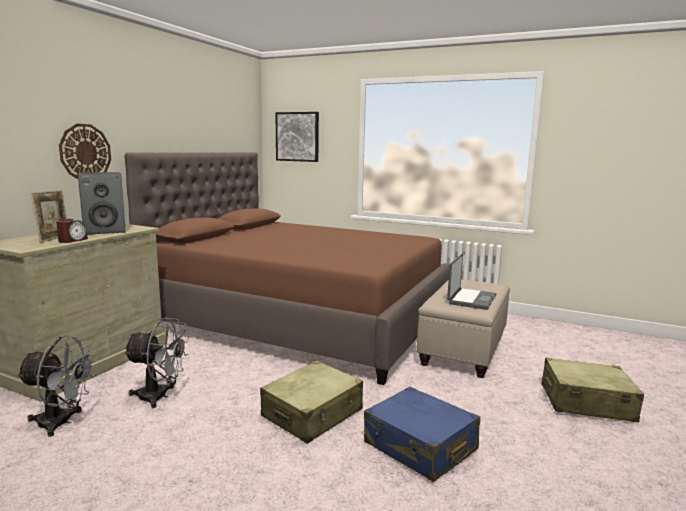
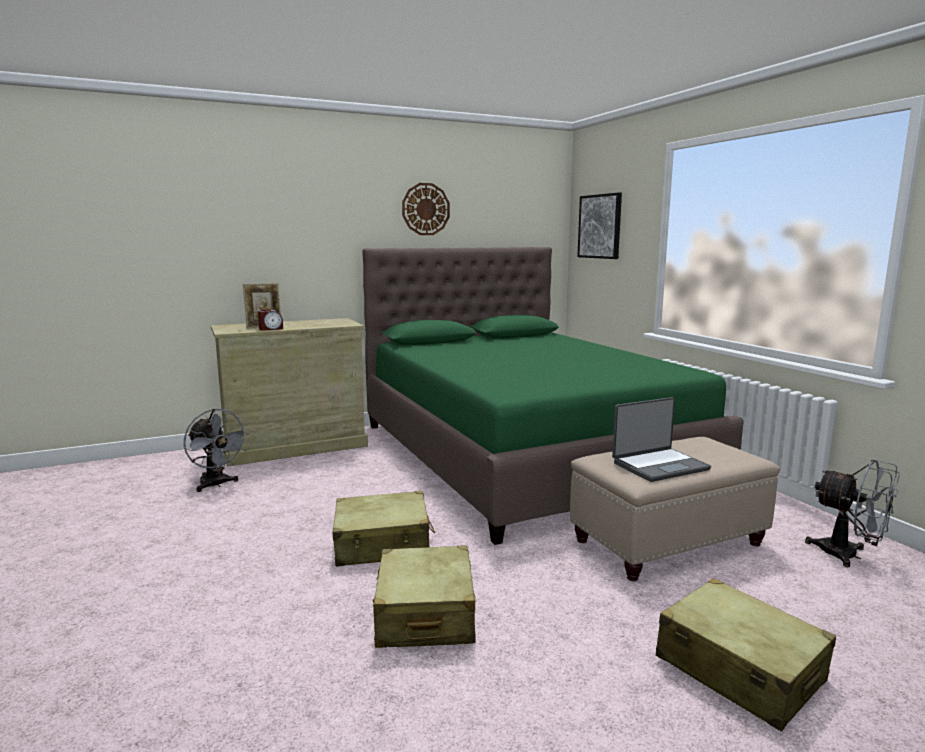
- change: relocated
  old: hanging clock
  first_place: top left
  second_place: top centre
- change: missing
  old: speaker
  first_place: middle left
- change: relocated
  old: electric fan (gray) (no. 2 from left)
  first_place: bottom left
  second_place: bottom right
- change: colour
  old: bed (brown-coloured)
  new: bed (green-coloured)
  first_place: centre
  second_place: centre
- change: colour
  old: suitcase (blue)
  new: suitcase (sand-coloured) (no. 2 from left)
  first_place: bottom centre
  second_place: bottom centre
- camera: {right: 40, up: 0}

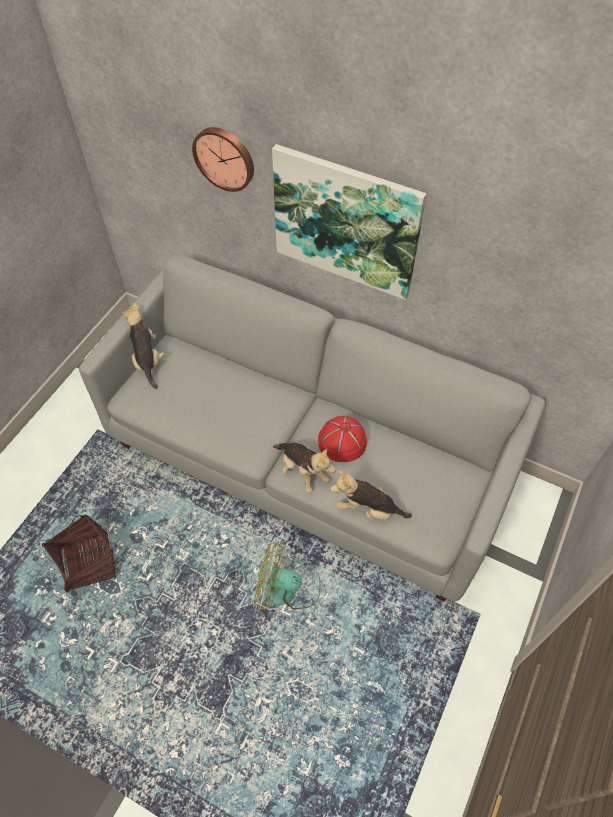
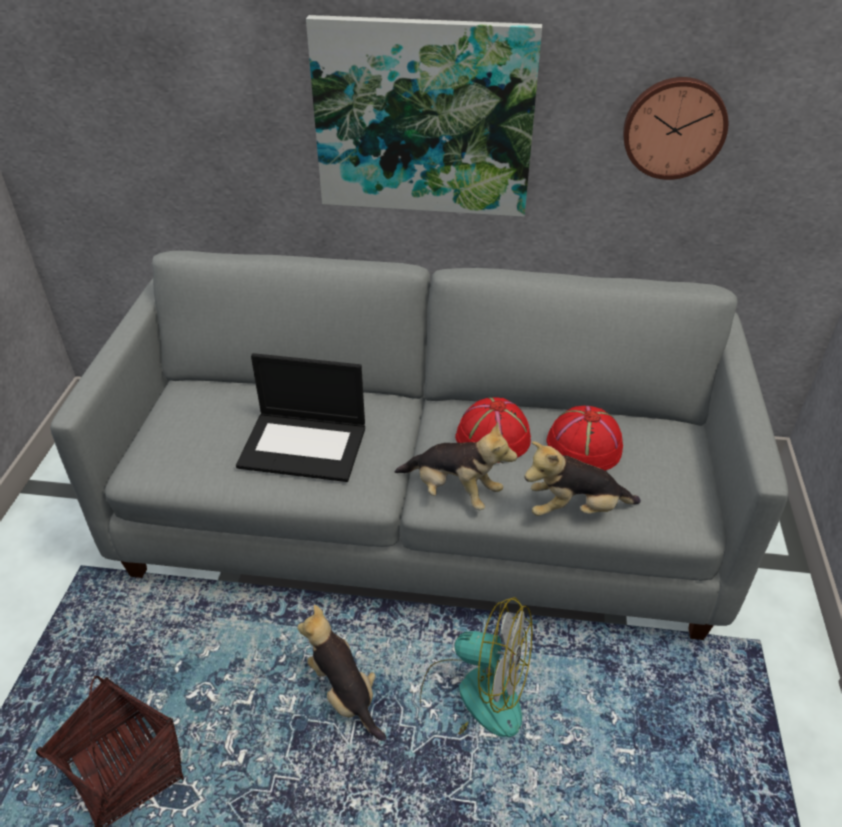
- change: relocated
  old: plush toy (no. 1 from left)
  first_place: middle left
  second_place: bottom centre
- change: relocated
  old: hanging clock
  first_place: top centre
  second_place: top right
- change: spun
  old: electric fan
  first_place: bottom centre
  second_place: bottom centre
  degrees: -150
- change: appeared
  new: portable computer
  second_place: centre
- change: appeared
  new: clothing hat (red-coloured) (no. 2 from left)
  second_place: middle right
- camera: {right: -20, up: -15}

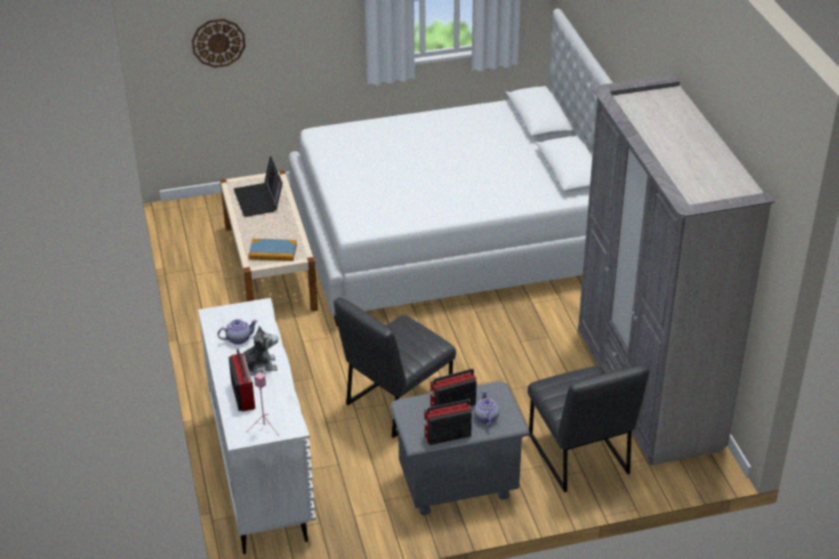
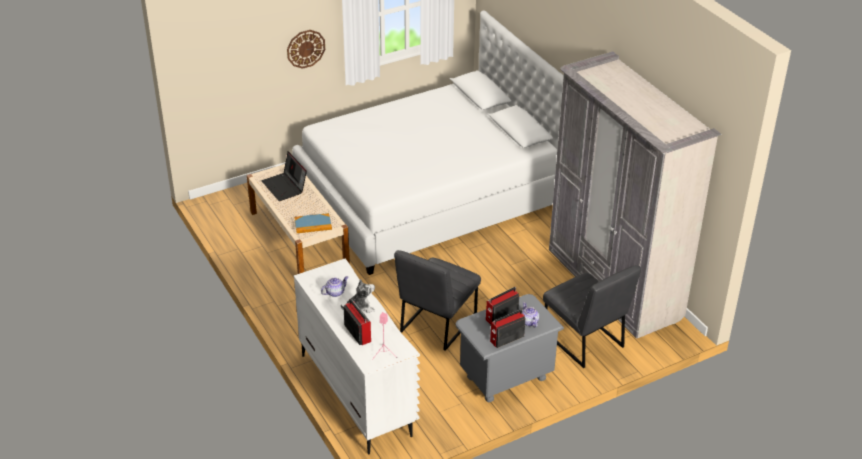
- change: relocated
  old: hanging clock
  first_place: top left
  second_place: top centre
- camera: {right: -15, up: 0}

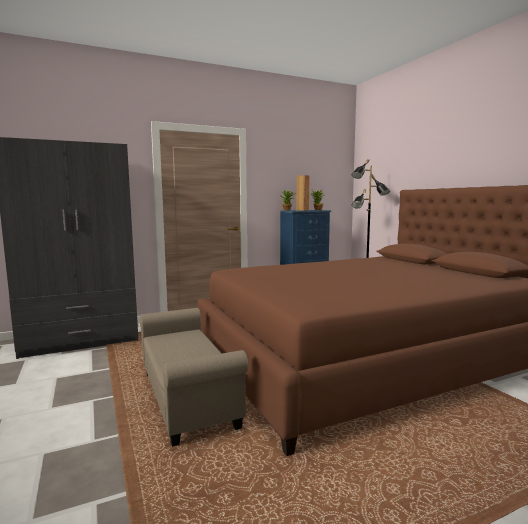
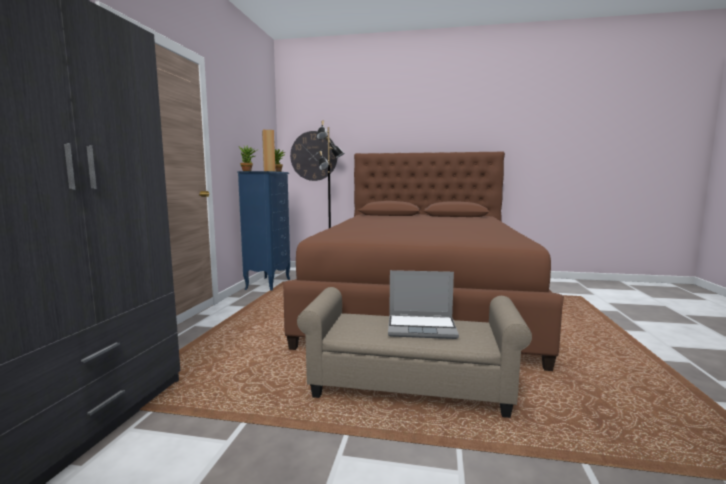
- change: appeared
  new: hanging clock
  second_place: top centre
- change: appeared
  new: portable computer
  second_place: centre
- camera: {right: -55, up: 0}

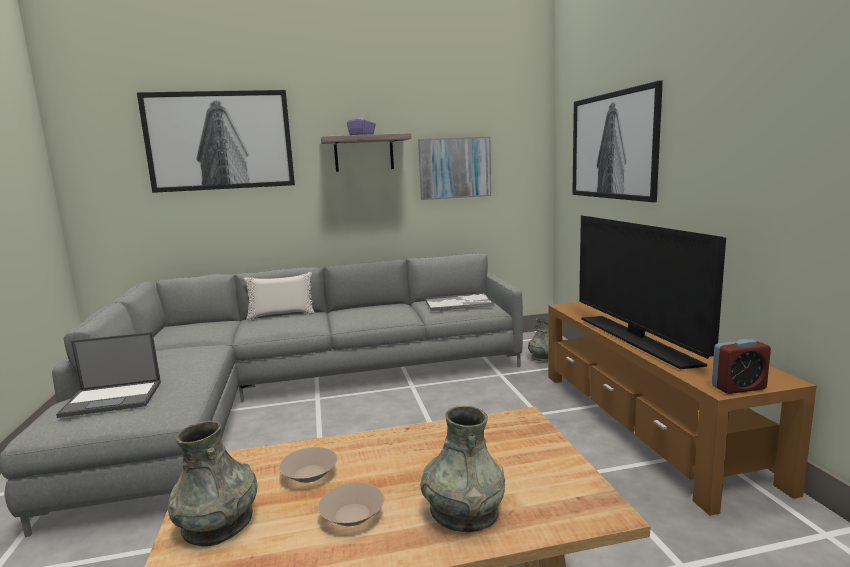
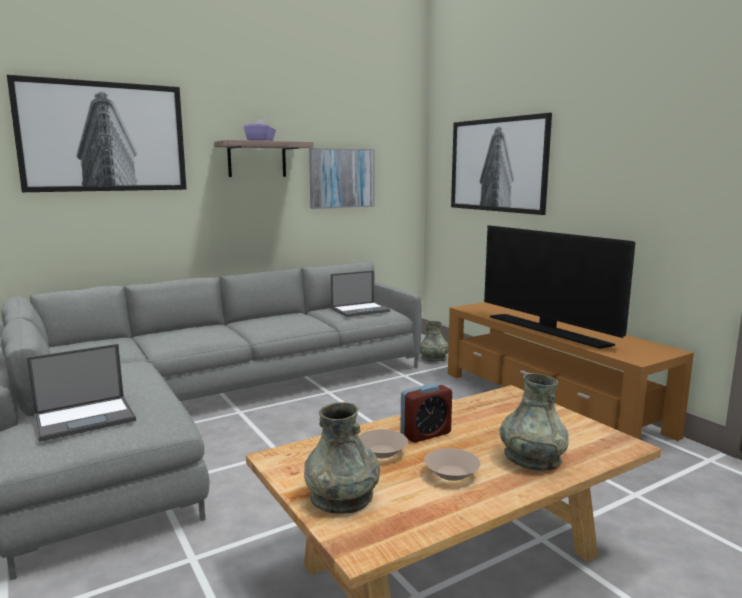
- change: missing
  old: throw pillow (white)
  first_place: middle left
- change: exchanged
  old: serving tray
  new: portable computer (no. 2 from left)
  first_place: centre
  second_place: centre
- change: relocated
  old: table clock
  first_place: middle right
  second_place: bottom centre
- camera: {right: -20, up: 0}

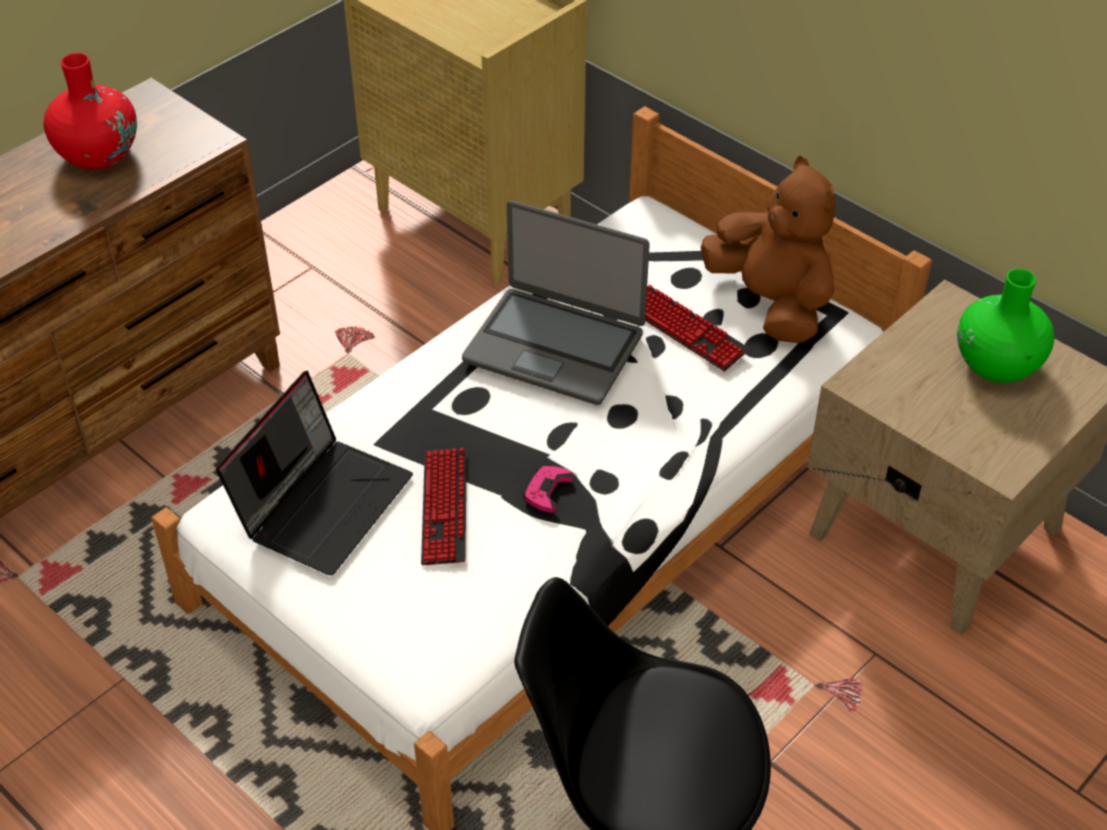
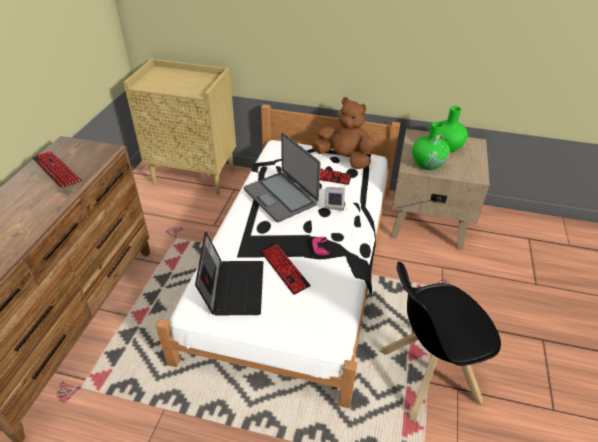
- change: exchanged
  old: vase (red-coloured)
  new: computer keyboard (no. 1 from left)
  first_place: top left
  second_place: middle left
- change: spun
  old: portable computer (no. 2 from left)
  first_place: centre
  second_place: centre
  degrees: 60
- change: appeared
  new: book
  second_place: centre
- change: appeared
  new: vase (green-coloured) (no. 1 from left)
  second_place: top right
- camera: {right: -30, up: -5}

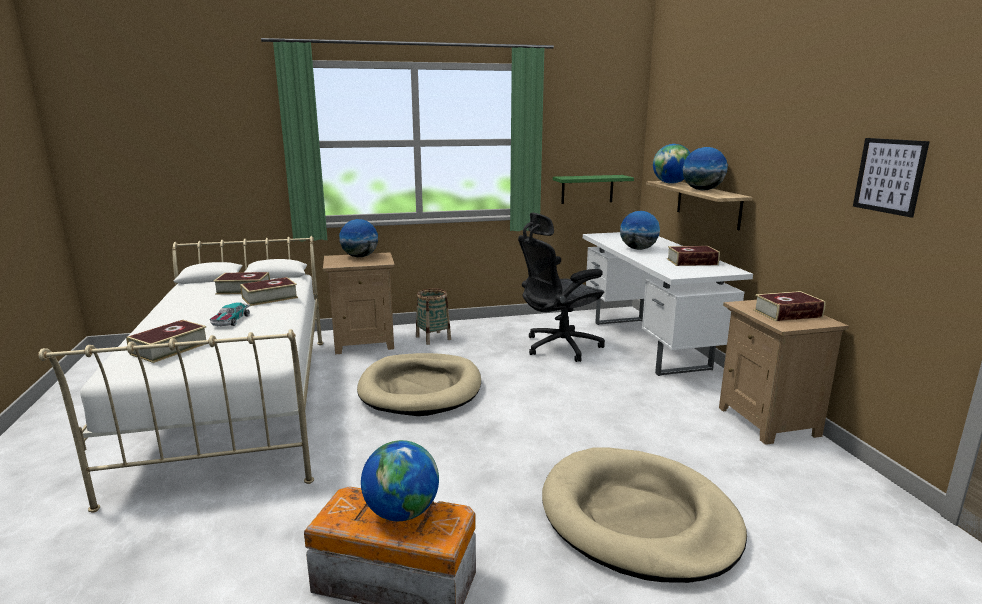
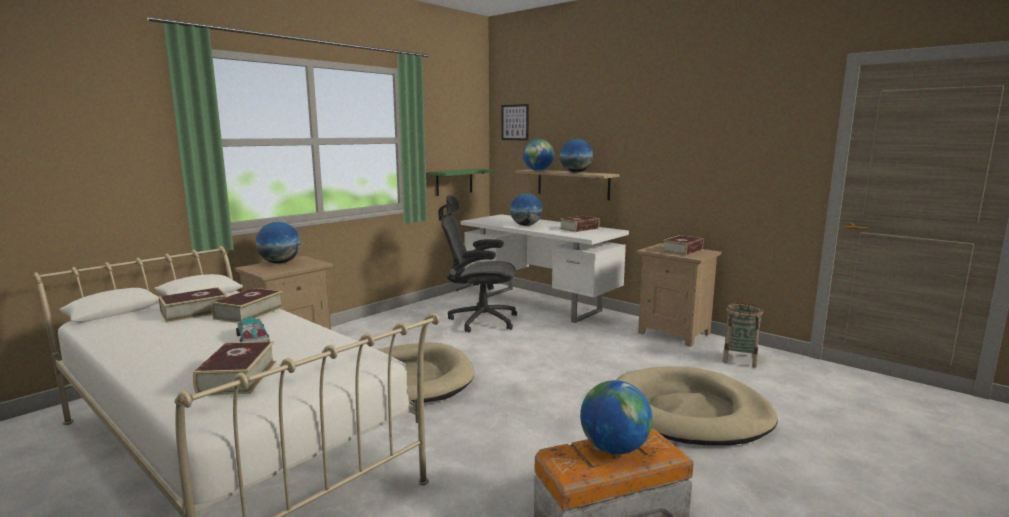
- change: relocated
  old: storage basket
  first_place: centre
  second_place: middle right
- change: spun
  old: desk chair
  first_place: centre
  second_place: centre
  degrees: 75
- change: relocated
  old: wall picture
  first_place: top right
  second_place: top centre
- camera: {right: -35, up: -5}

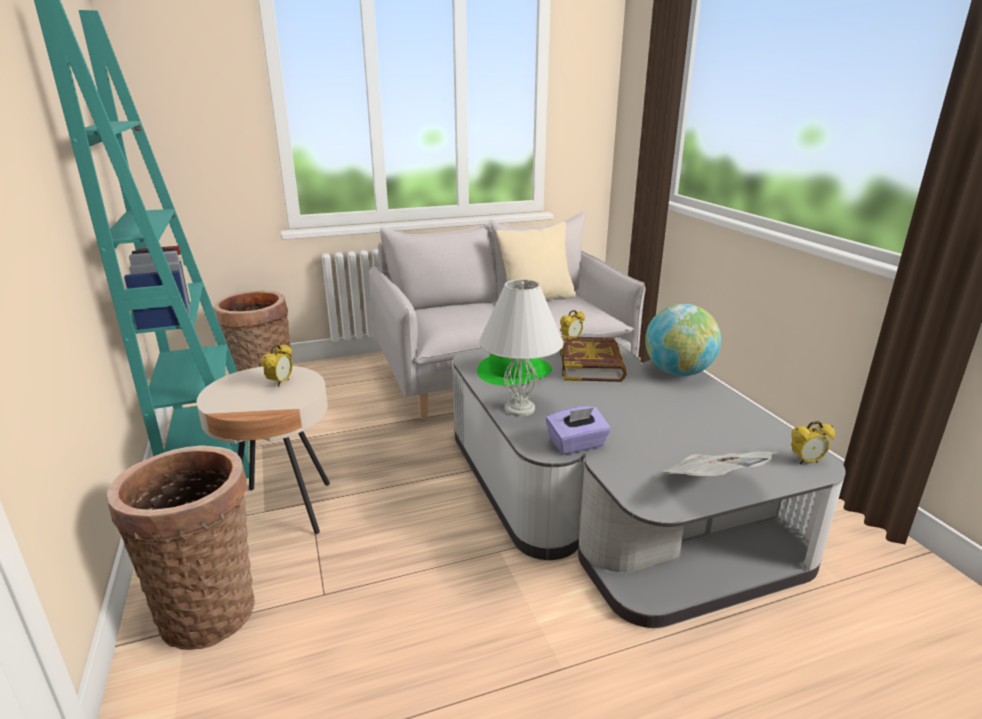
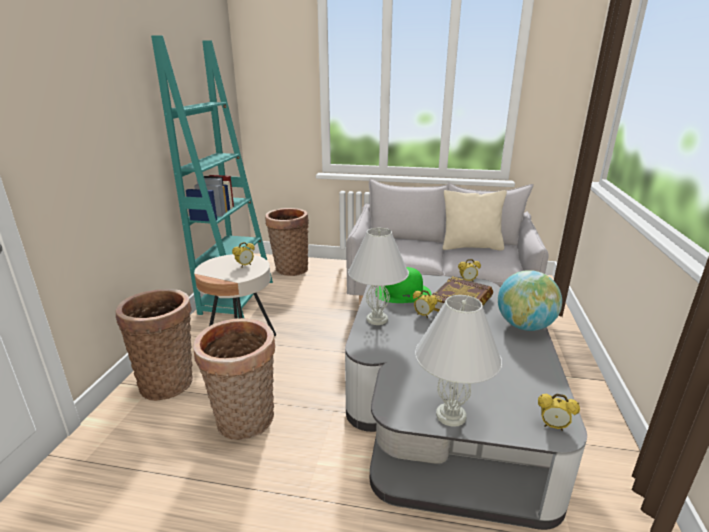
- change: missing
  old: box of tissues (purple)
  first_place: centre
- change: exchanged
  old: printed paper
  new: table lamp (white) (no. 2 from left)
  first_place: middle right
  second_place: bottom centre
- change: appeared
  new: storage basket (no. 2 from left)
  second_place: bottom left
- change: appeared
  new: table clock (no. 2 from left)
  second_place: centre
- camera: {right: 30, up: 0}

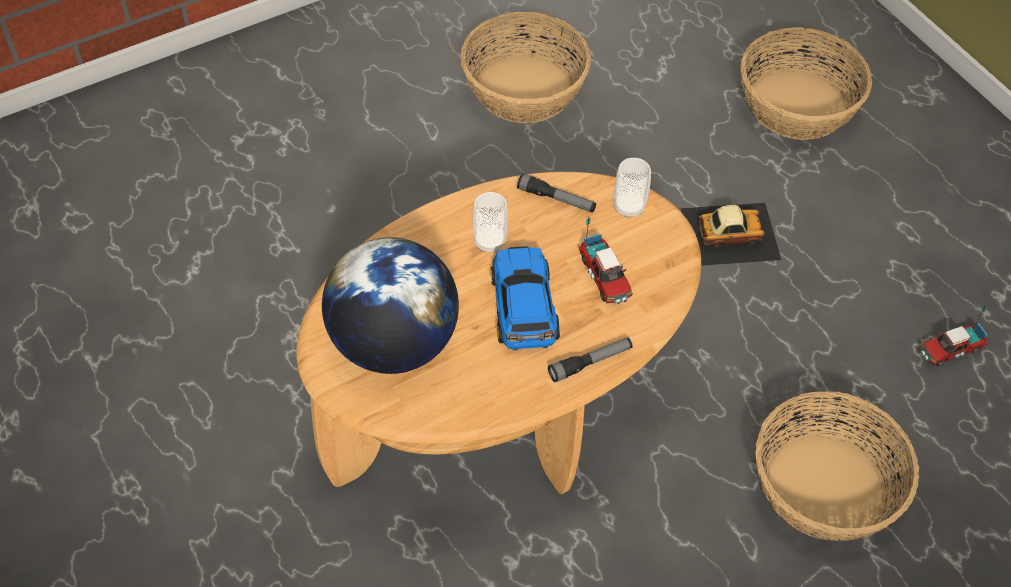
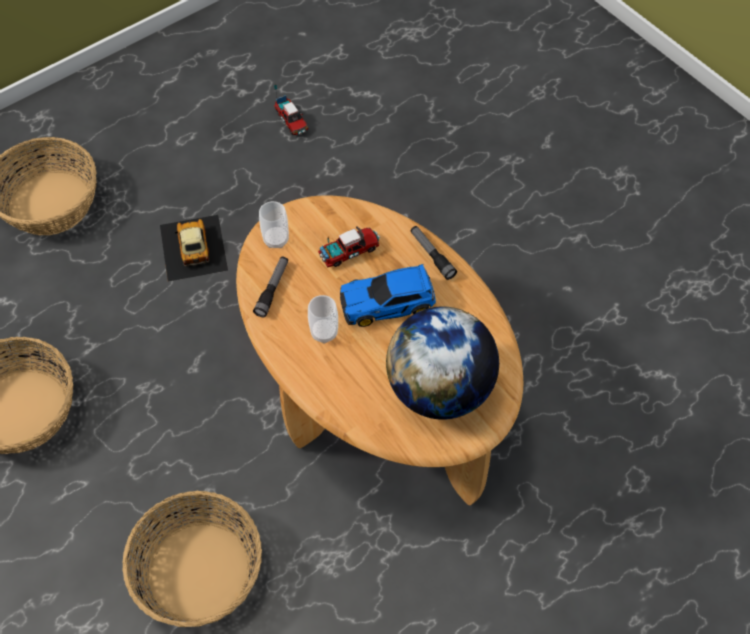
- change: relocated
  old: storage basket (no. 3 from left)
  first_place: bottom right
  second_place: bottom left
- camera: {right: -95, up: 5}

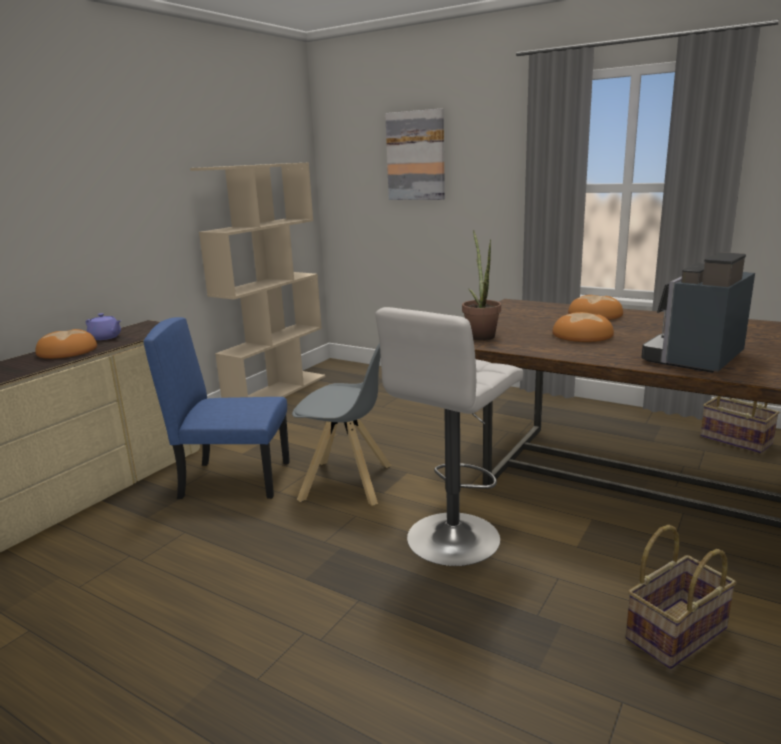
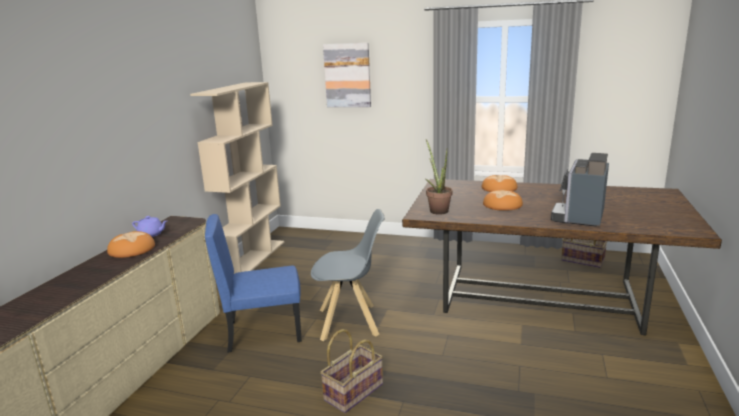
- change: missing
  old: stool (white)
  first_place: centre
- change: relocated
  old: storage basket (no. 1 from left)
  first_place: bottom right
  second_place: bottom centre
- camera: {right: -15, up: 0}

